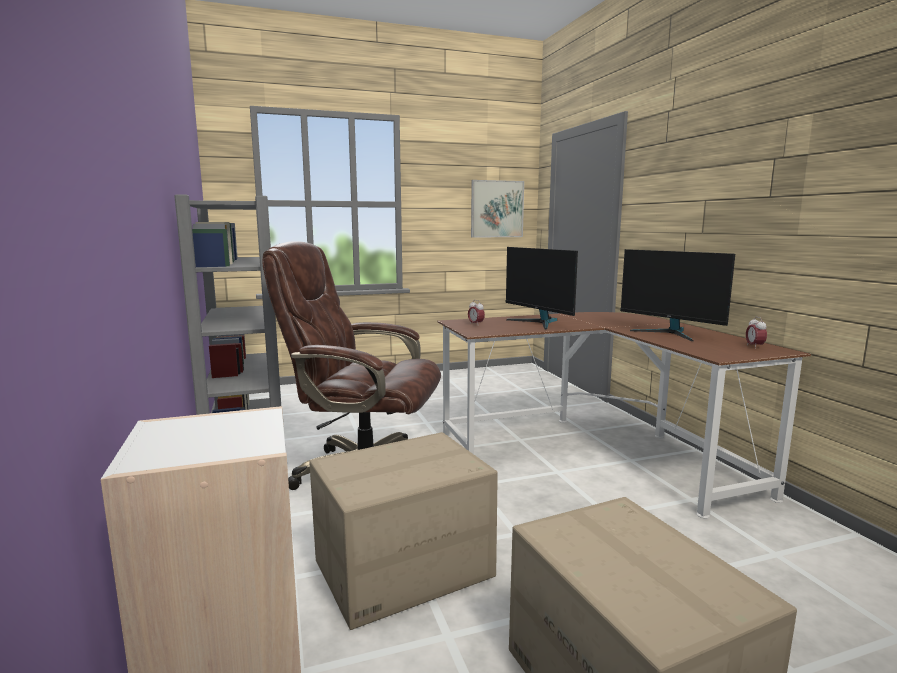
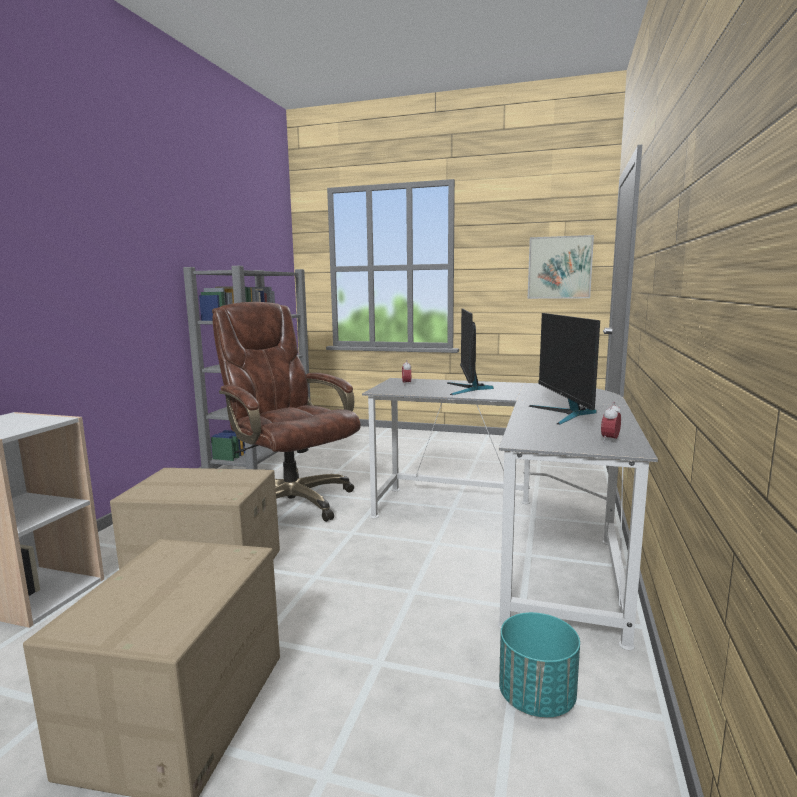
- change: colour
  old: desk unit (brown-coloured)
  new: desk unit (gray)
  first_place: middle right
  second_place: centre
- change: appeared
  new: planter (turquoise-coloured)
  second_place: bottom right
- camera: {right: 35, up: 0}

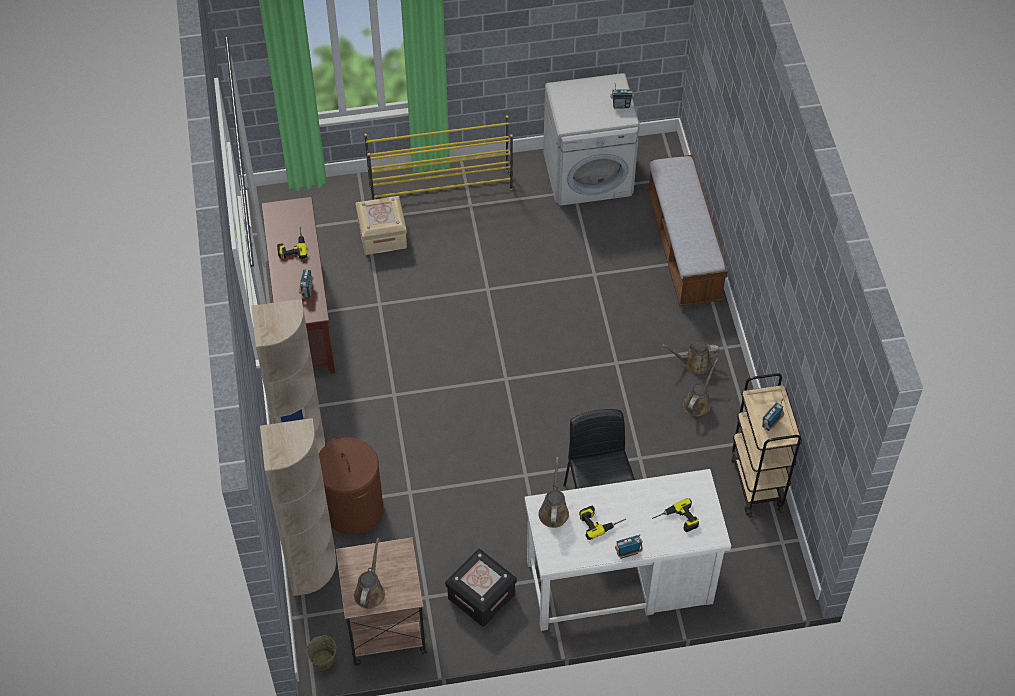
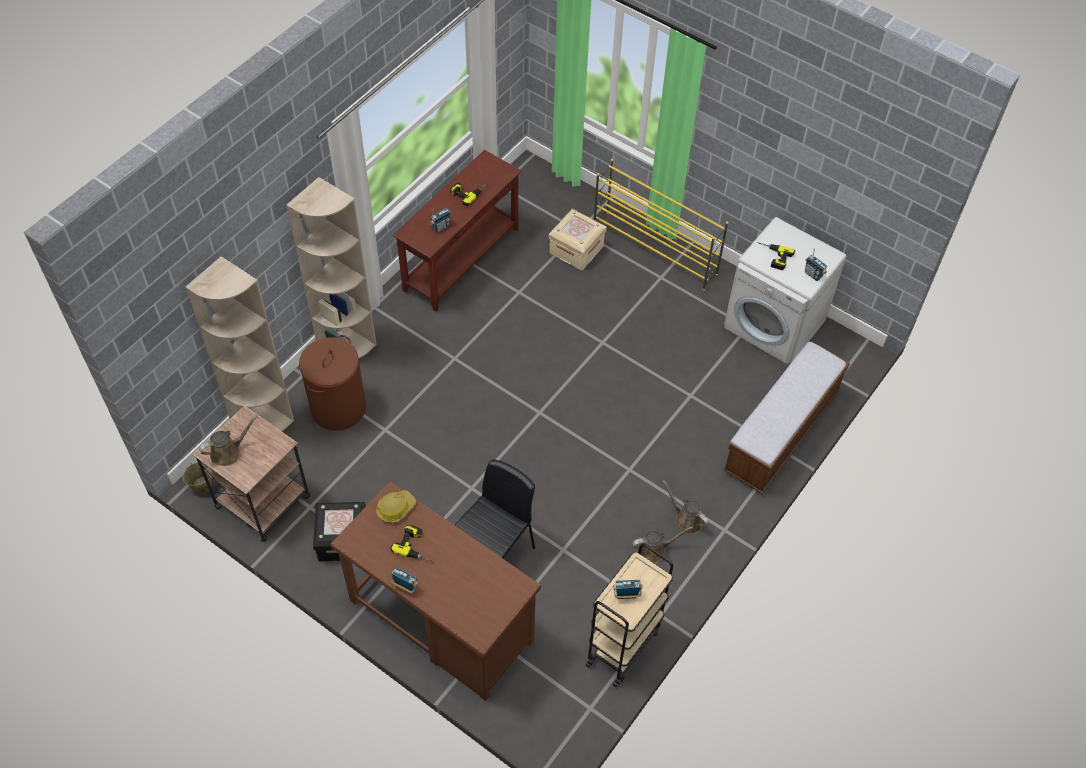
- change: colour
  old: desk unit (white)
  new: desk unit (brown-coloured)
  first_place: bottom centre
  second_place: bottom centre
- change: exchanged
  old: watering can (brown-coloured) (no. 2 from left)
  new: work helmet
  first_place: bottom centre
  second_place: centre
- change: relocated
  old: power drill (no. 3 from left)
  first_place: bottom centre
  second_place: middle right
- camera: {right: 45, up: 0}

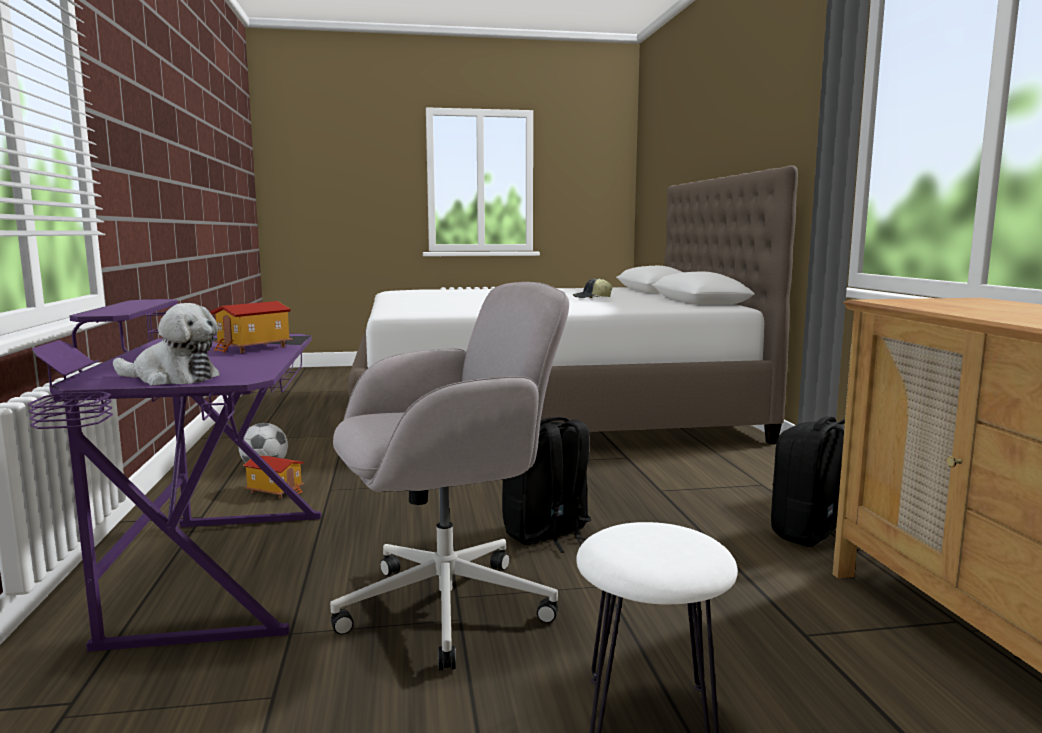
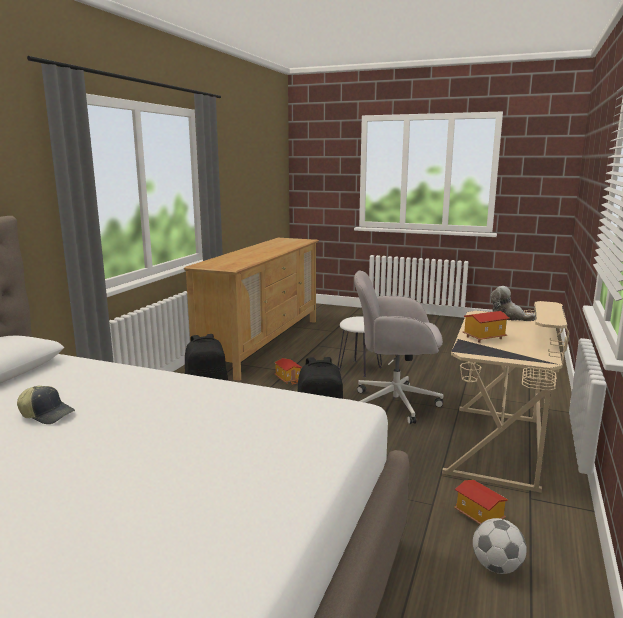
- change: colour
  old: desk unit (purple)
  new: desk unit (sand-coloured)
  first_place: middle left
  second_place: middle right
- change: appeared
  new: miniature house (no. 1 from left)
  second_place: centre
- camera: {right: -150, up: 5}

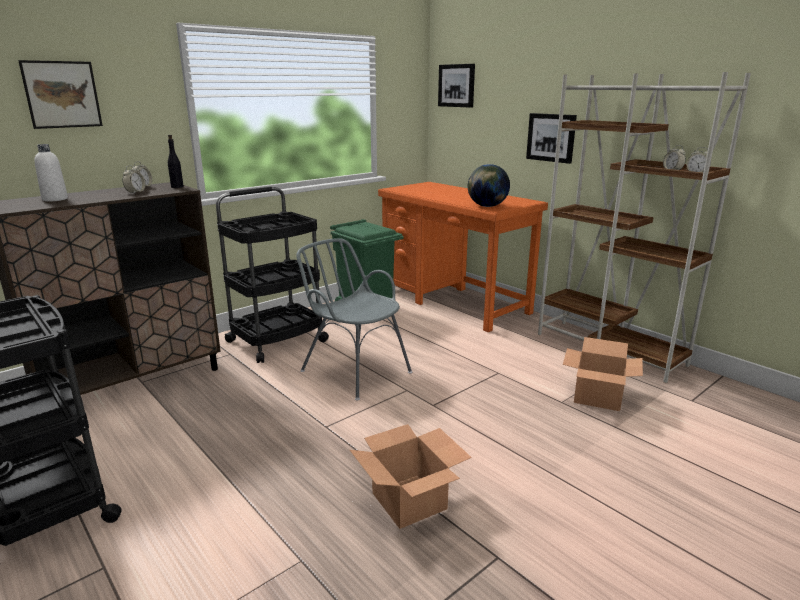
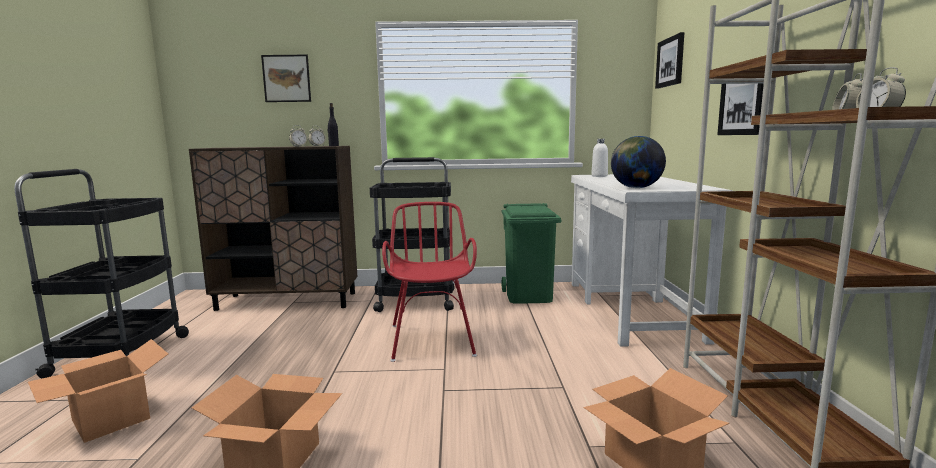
- change: relocated
  old: drink bottle (white)
  first_place: top left
  second_place: centre
- change: colour
  old: plain chair (gray)
  new: plain chair (red-coloured)
  first_place: centre
  second_place: centre
- change: colour
  old: desk unit (orange-coloured)
  new: desk unit (white)
  first_place: centre
  second_place: middle right
- change: appeared
  new: packing box (no. 1 from left)
  second_place: bottom left
- camera: {right: 40, up: -10}

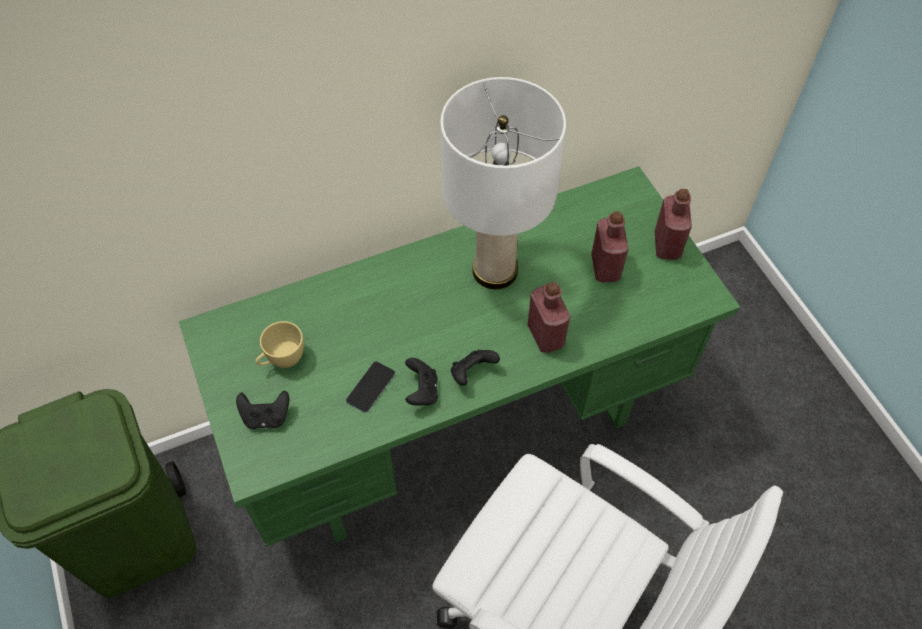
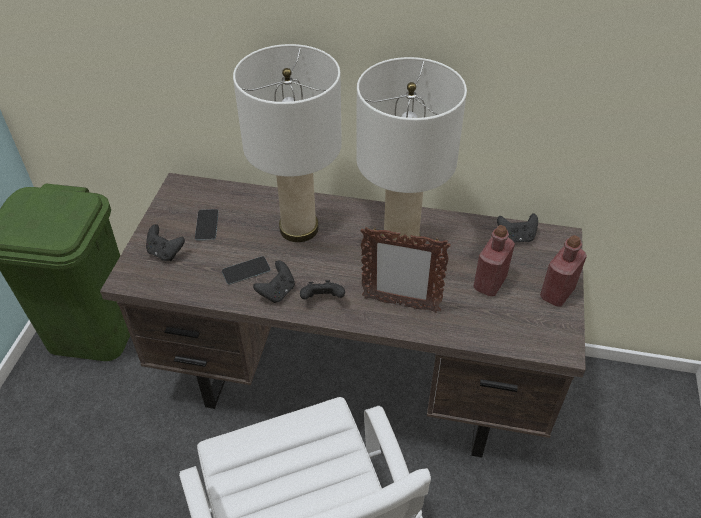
- change: colour
  old: desk unit (green-coloured)
  new: desk unit (brown-coloured)
  first_place: centre
  second_place: centre
- change: exchanged
  old: cup (yellow)
  new: handset (no. 1 from left)
  first_place: middle left
  second_place: middle left
- change: exchanged
  old: drink bottle (red-coloured) (no. 1 from left)
  new: picture frame
  first_place: centre
  second_place: centre
- change: appeared
  new: table lamp (white) (no. 1 from left)
  second_place: top centre
- change: appeared
  new: gamepad (black) (no. 4 from left)
  second_place: middle right
- camera: {right: 35, up: -10}

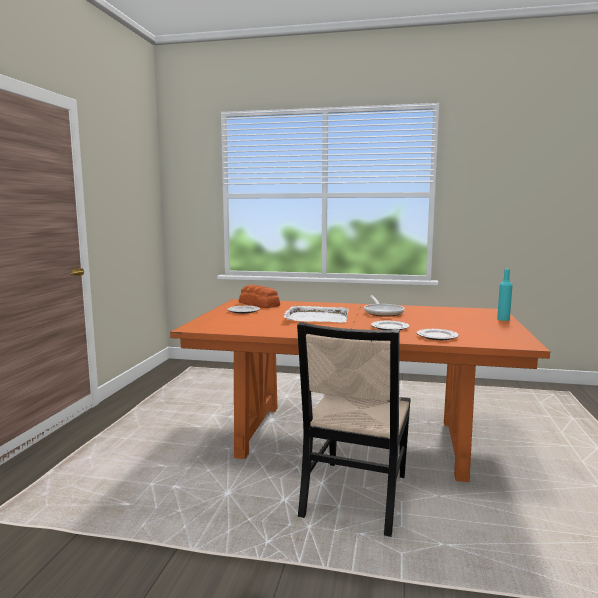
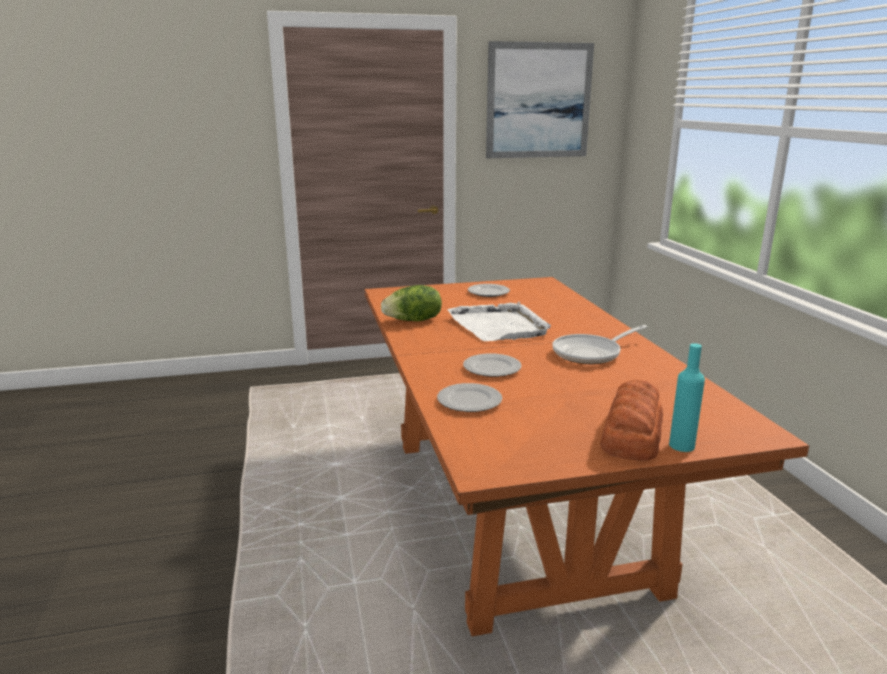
- change: relocated
  old: bread
  first_place: centre
  second_place: middle right
- change: missing
  old: plain chair
  first_place: bottom centre
- change: appeared
  new: lettuce
  second_place: centre
- change: appeared
  new: wall picture
  second_place: top centre
- camera: {right: 65, up: 10}

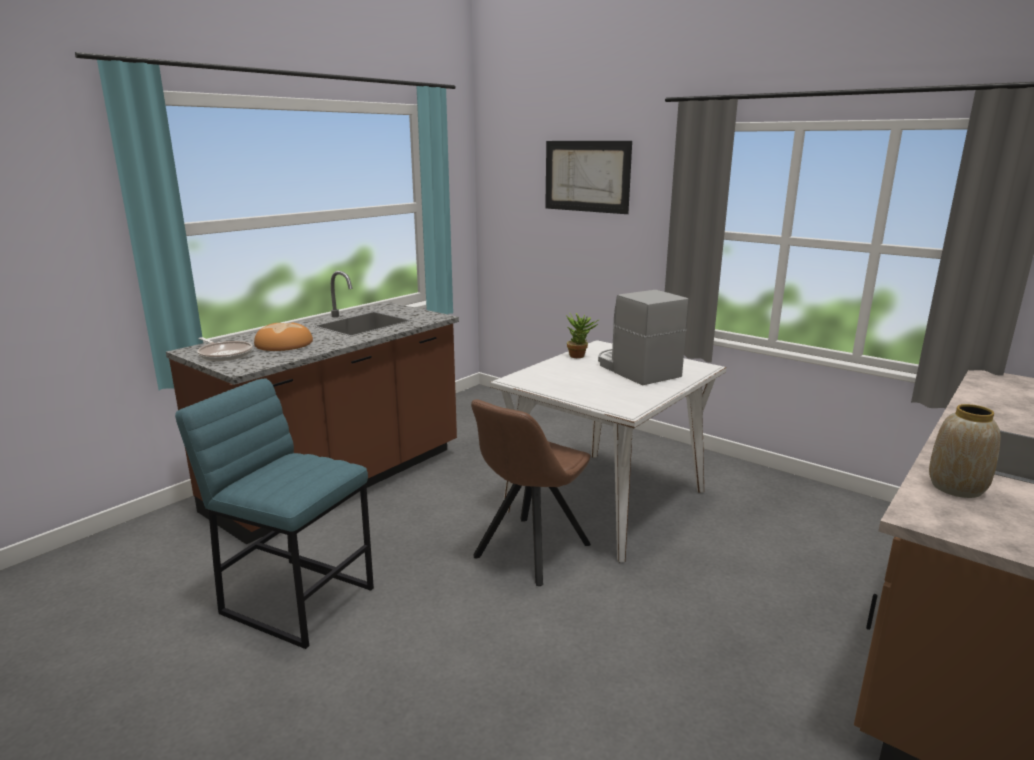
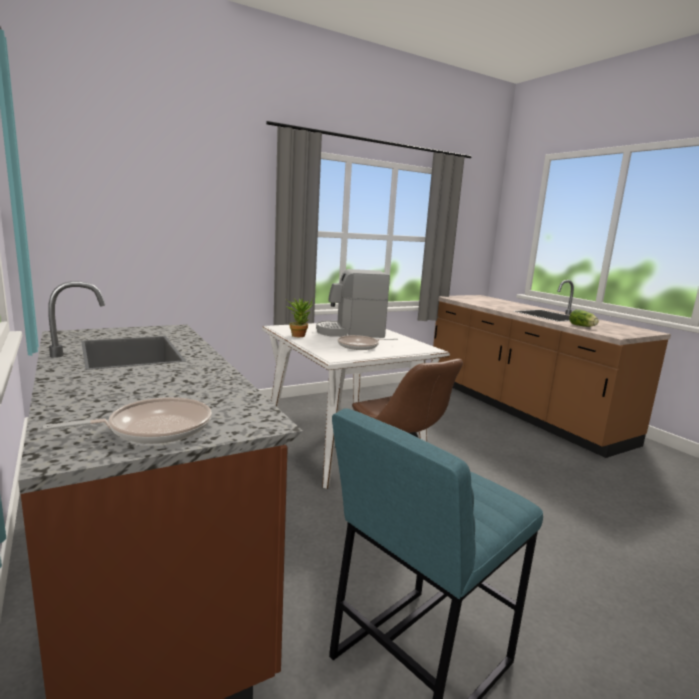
- change: missing
  old: bread
  first_place: middle left
- change: missing
  old: wall picture
  first_place: top centre
- change: exchanged
  old: vase
  new: lettuce
  first_place: middle right
  second_place: middle right
- change: appeared
  new: pan (no. 2 from left)
  second_place: centre
- camera: {right: -70, up: -5}

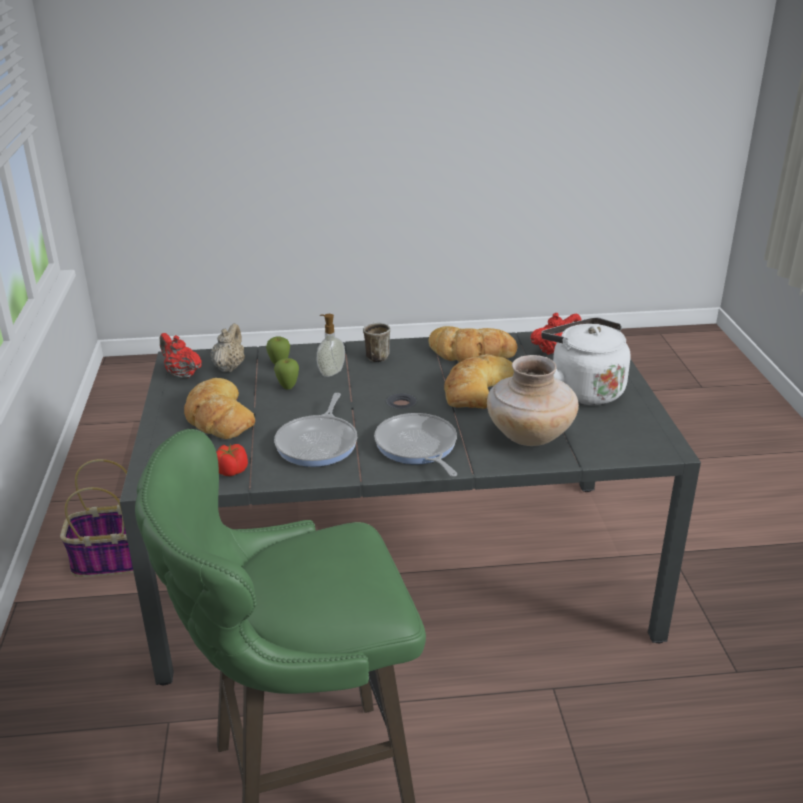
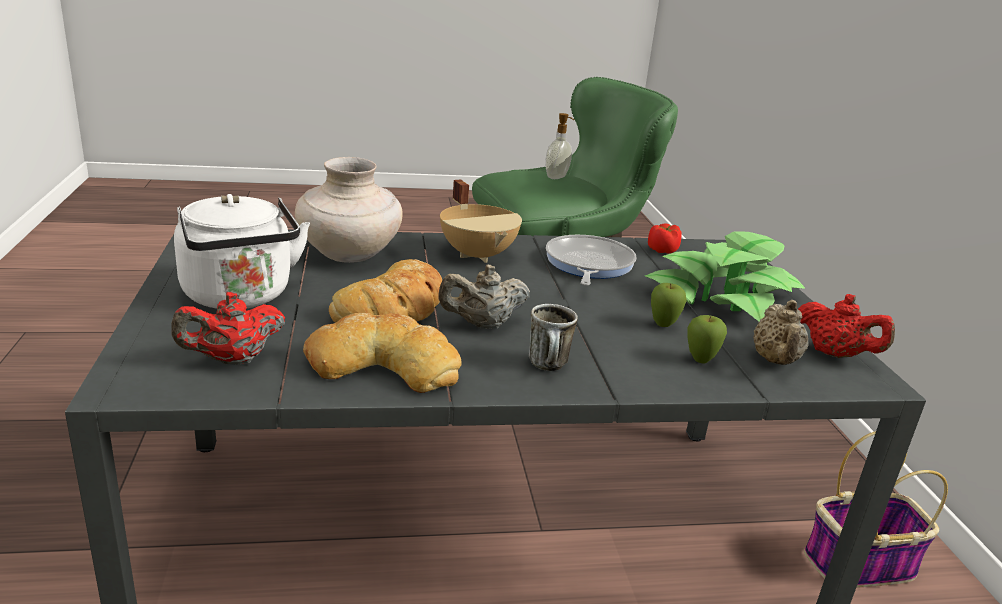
- change: exchanged
  old: bread (no. 1 from left)
  new: plant in a pot
  first_place: middle left
  second_place: middle right
- change: relocated
  old: liquid soap bottle
  first_place: centre
  second_place: top centre
- change: exchanged
  old: pan (no. 2 from left)
  new: saucepot (sand-coloured)
  first_place: centre
  second_place: centre
- change: appeared
  new: teapot (sand-coloured) (no. 1 from left)
  second_place: centre
- camera: {right: 175, up: -5}

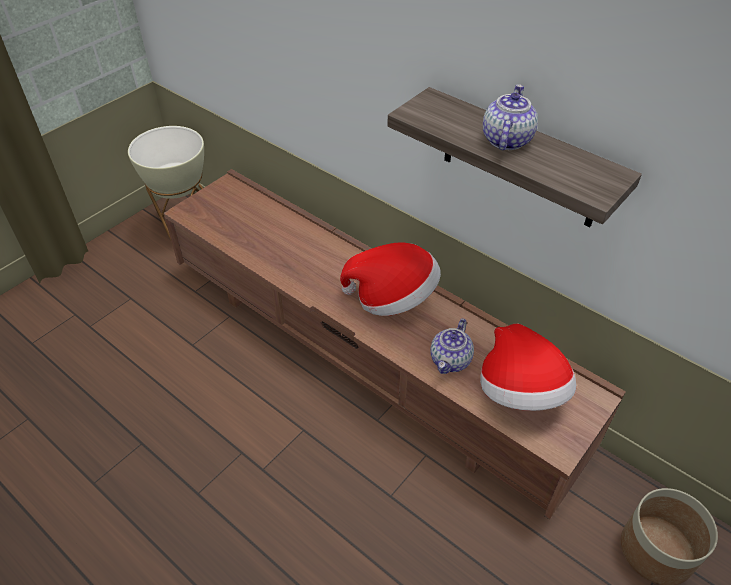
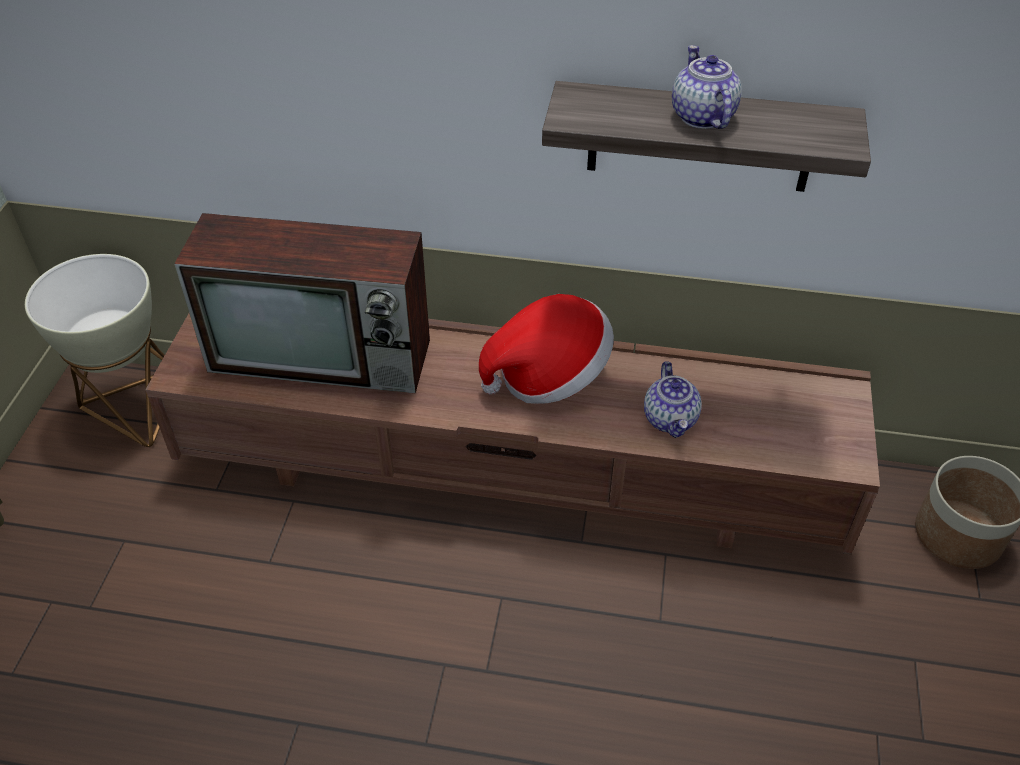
- change: missing
  old: clothing hat (no. 2 from left)
  first_place: middle right
- change: appeared
  new: TV set
  second_place: middle left
- camera: {right: -30, up: 0}

